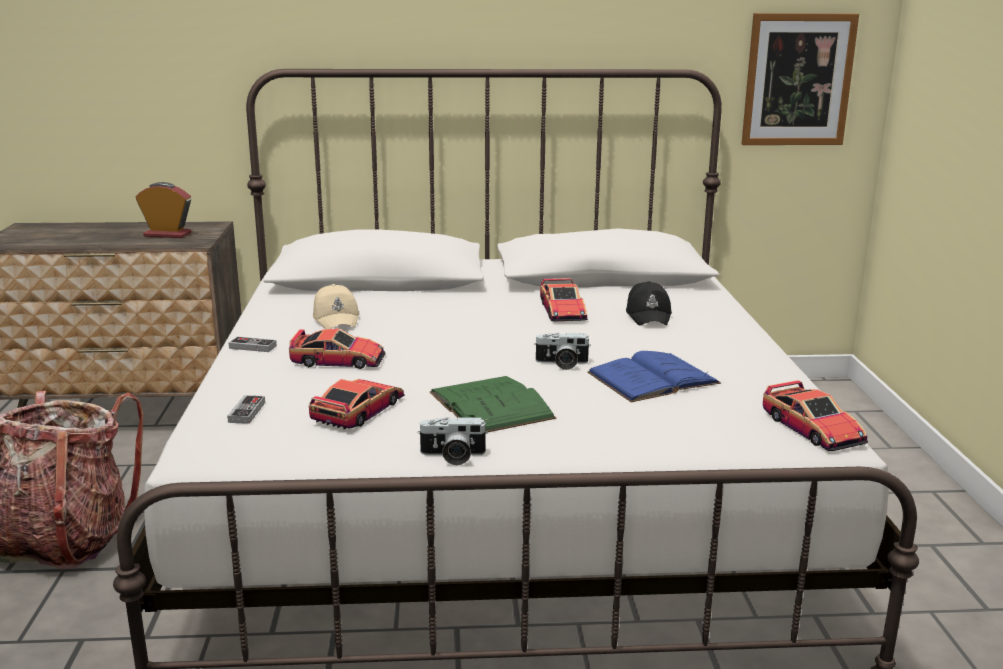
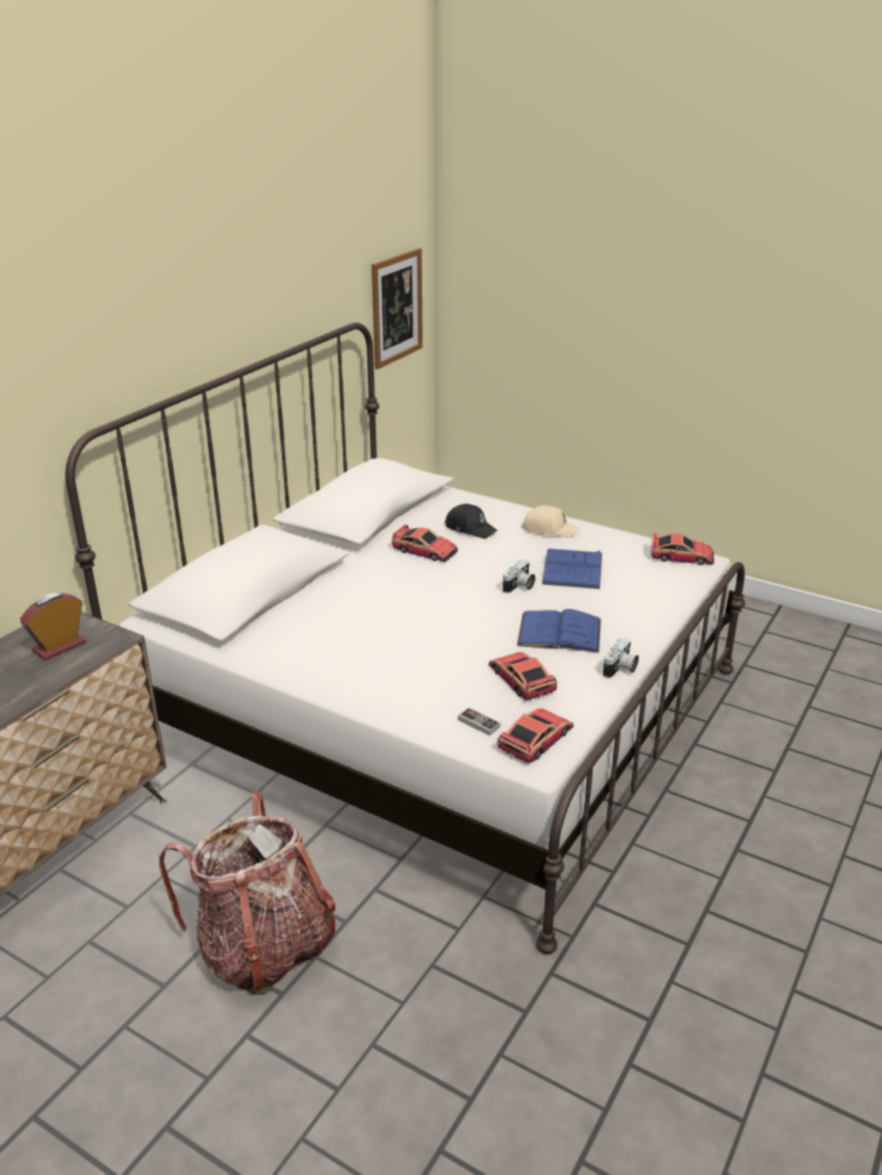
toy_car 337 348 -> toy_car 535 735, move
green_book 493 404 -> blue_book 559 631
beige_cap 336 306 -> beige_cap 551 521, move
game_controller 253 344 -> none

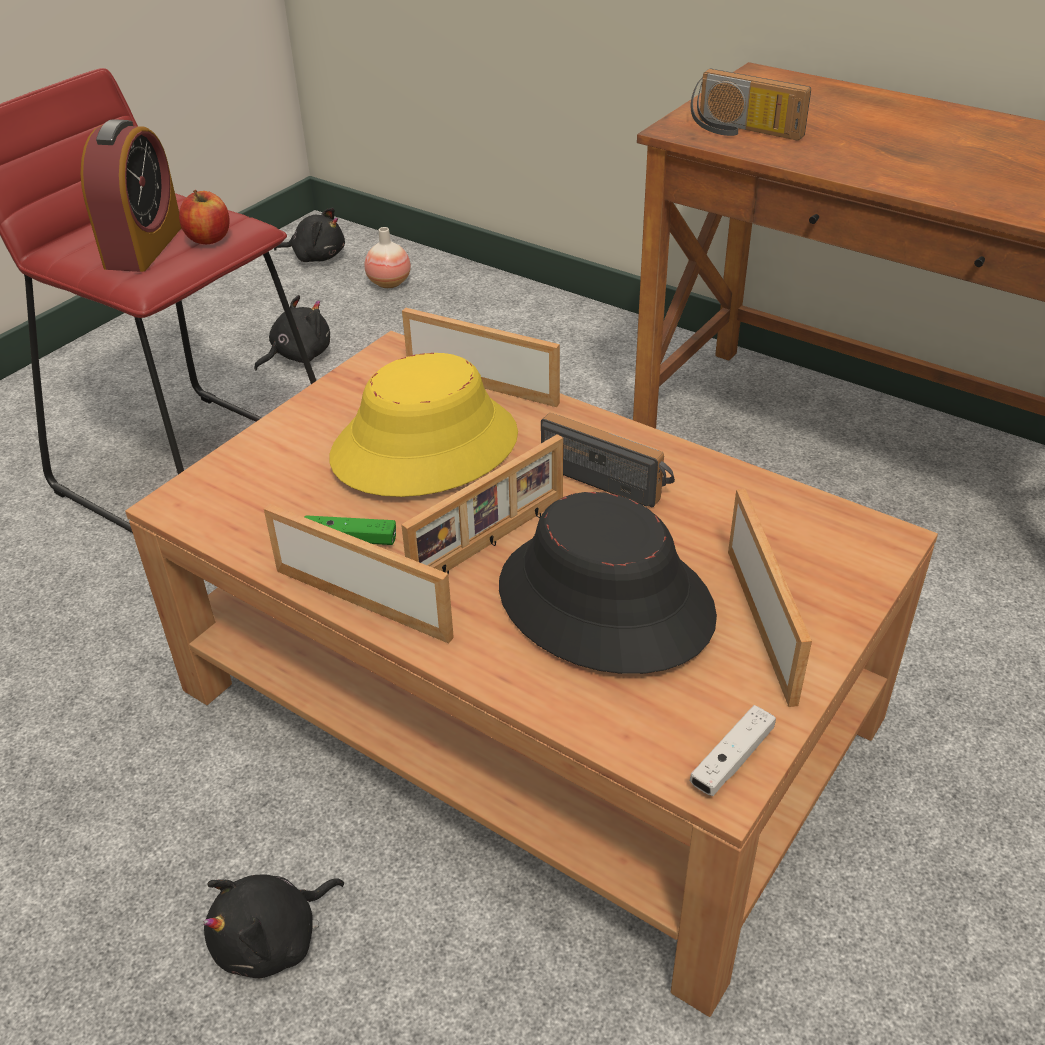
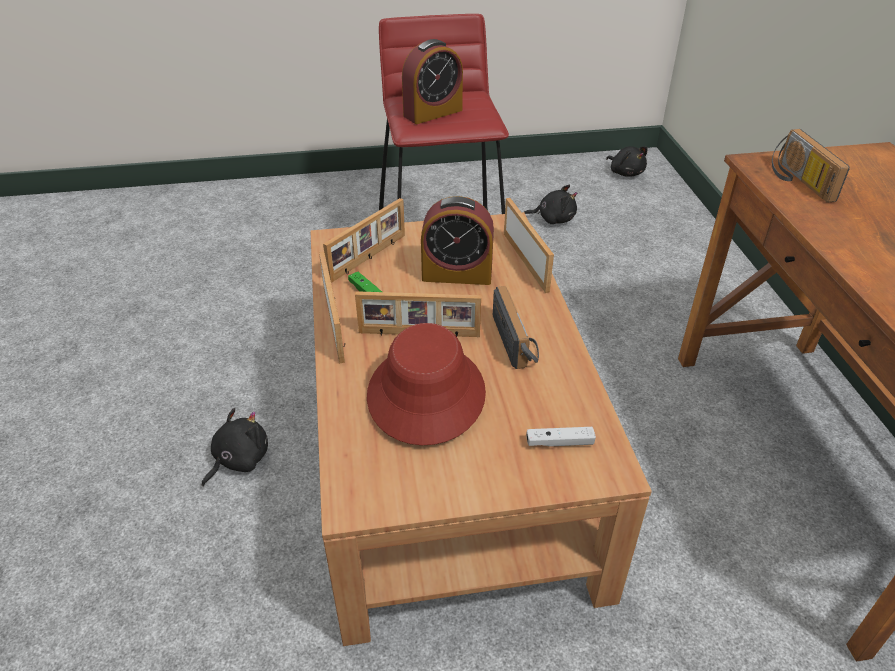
black_plush_toy 273 926 -> black_plush_toy 234 447, 120 degrees clockwise
picture_frame 770 597 -> picture_frame 364 240, move
black_hat 608 583 -> red_hat 426 384
yellow_hat 423 425 -> alarm_clock 457 240
white_game_controller 733 750 -> white_game_controller 561 436, move
apple 204 217 -> none
vase 387 257 -> none

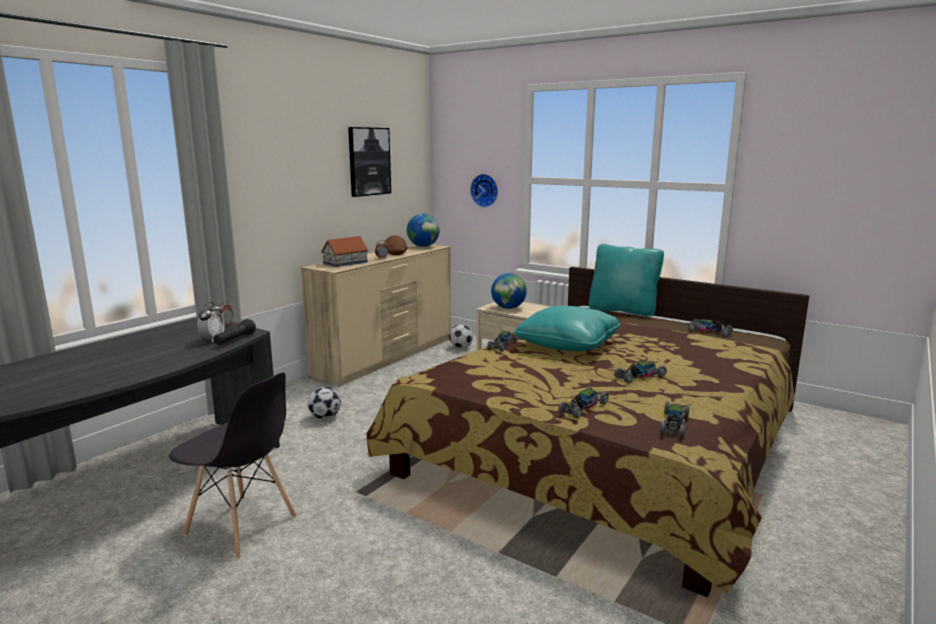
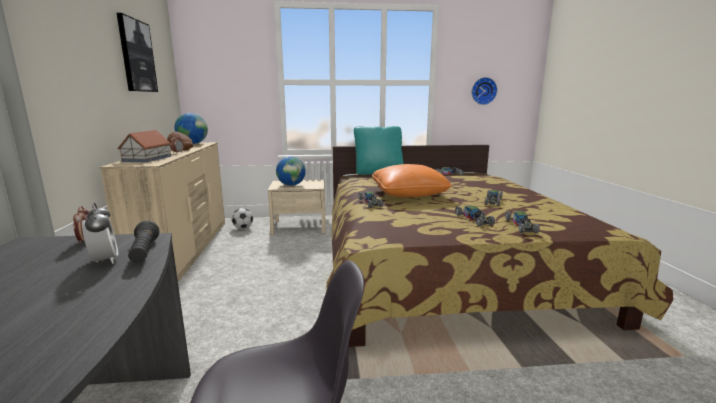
turquoise_pillow 567 328 -> orange_pillow 412 180
toy_car 675 419 -> toy_car 475 215, move
wall_clock 484 190 -> wall_clock 484 91, move
football 324 403 -> none

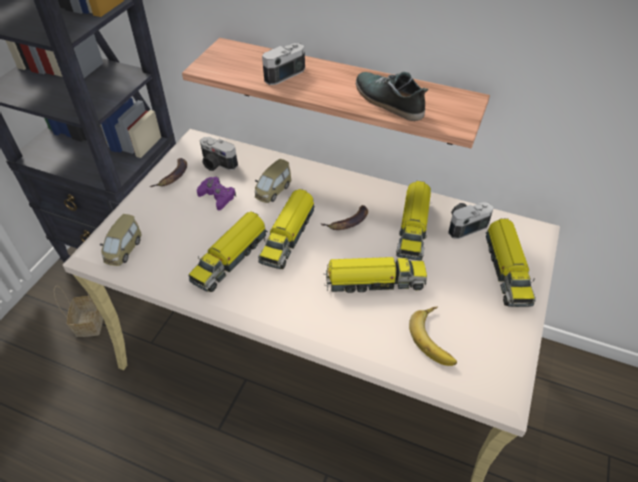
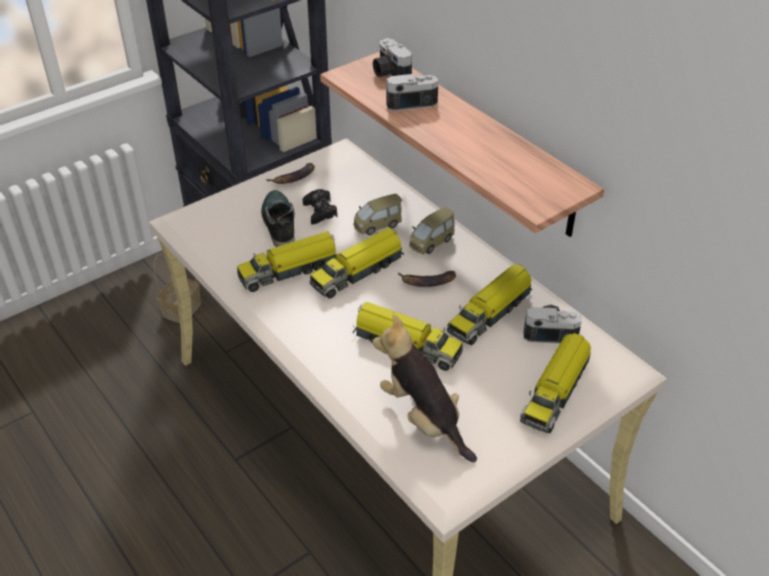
shoe 392 96 -> shoe 278 218, move
purple_game_controller 216 194 -> black_game_controller 320 206
photo_camera 219 154 -> photo_camera 392 57, move
banana 433 336 -> plush_toy 424 388
toy_car 121 240 -> toy_car 432 230, move

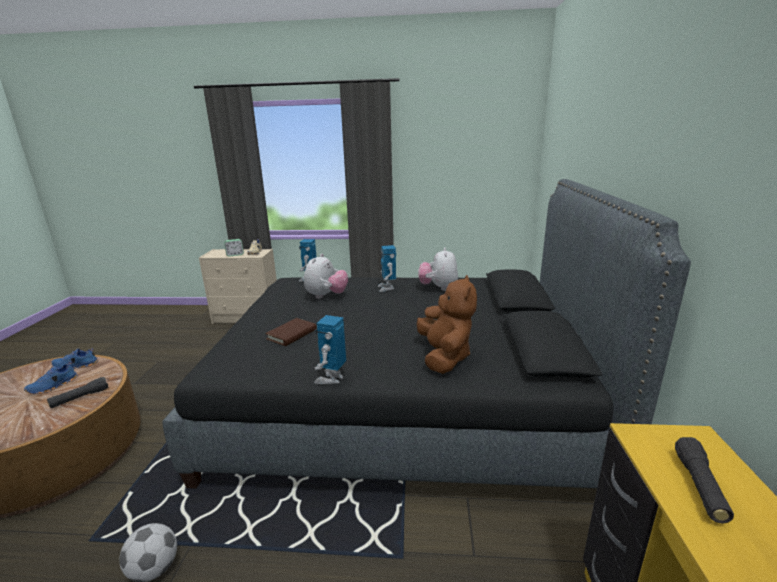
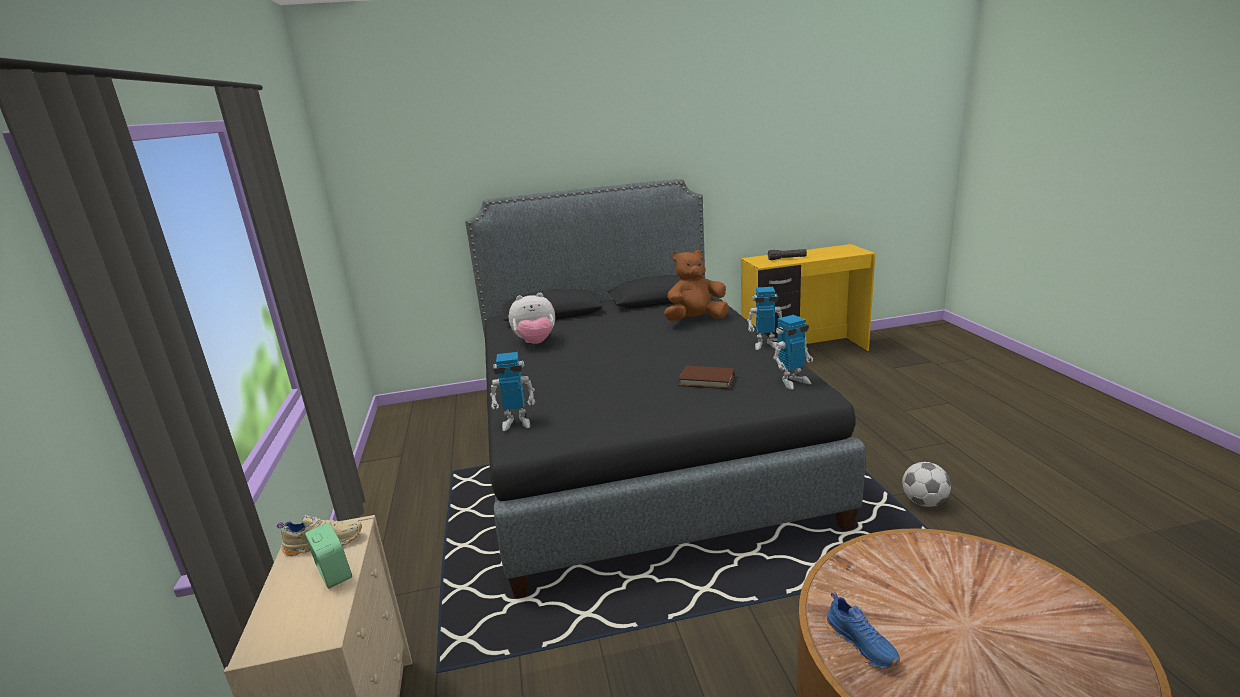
toy_robot 386 268 -> toy_robot 793 352, move
blue_shoe 51 377 -> none
black_flashlight 78 392 -> none
plush_toy 326 276 -> none

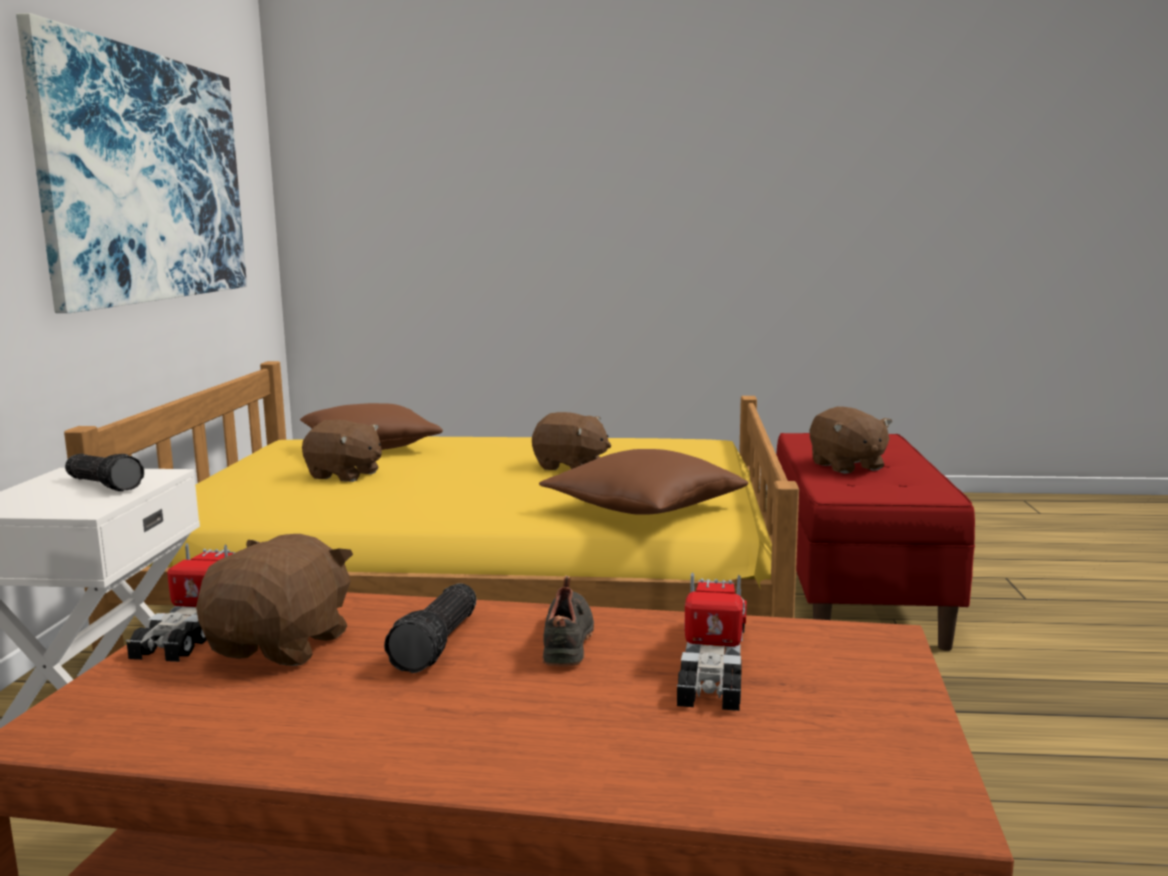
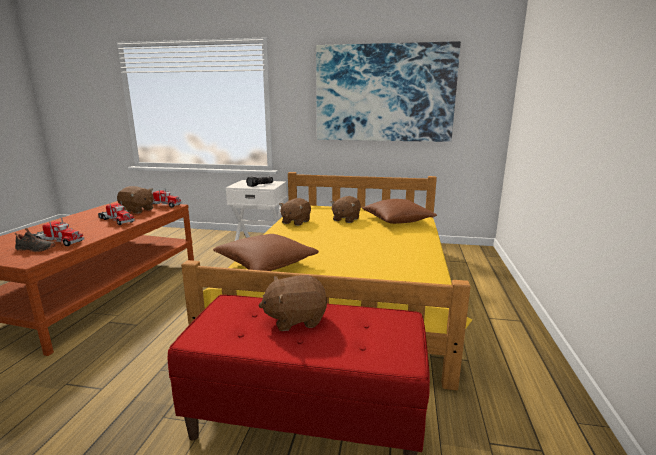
black_shoe 568 620 -> black_shoe 35 240, move
flashlight 430 628 -> toy_truck 116 213
brown_plush_toy 571 441 -> brown_plush_toy 295 212, move

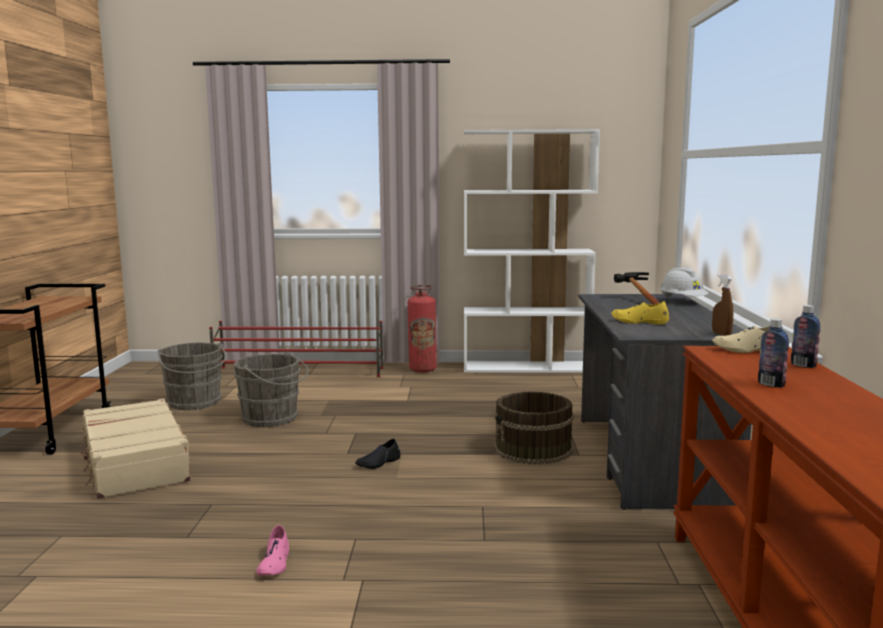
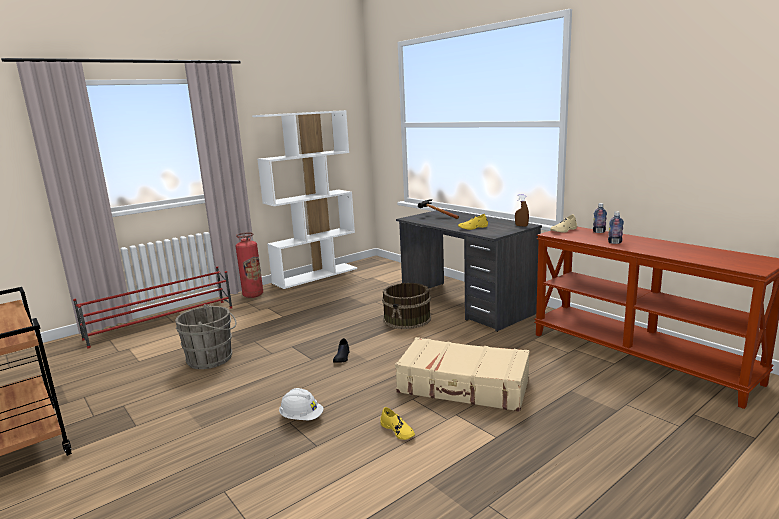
white_hard_hat 684 282 -> white_hard_hat 301 404, move
pink_shoe 273 550 -> yellow_shoe 397 423
beige_suitcase 135 449 -> beige_suitcase 462 374, move
grey_bucket 191 376 -> none

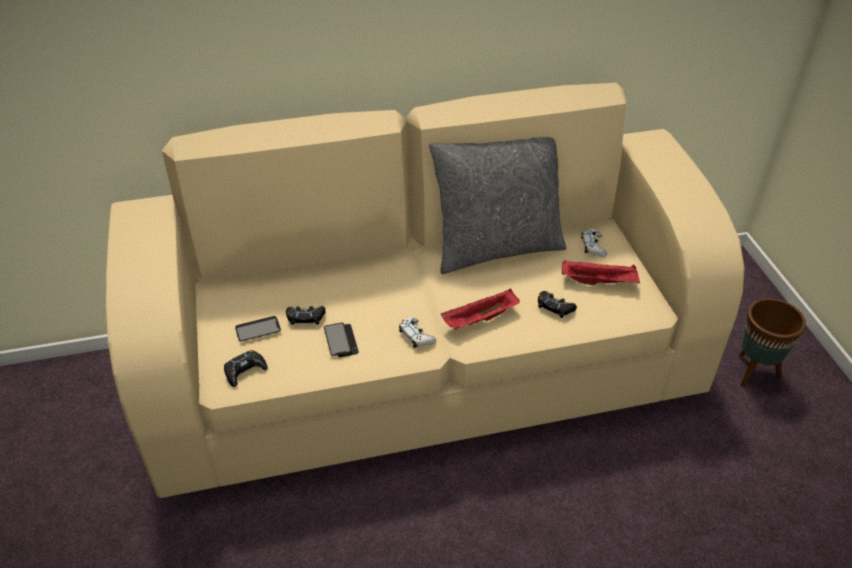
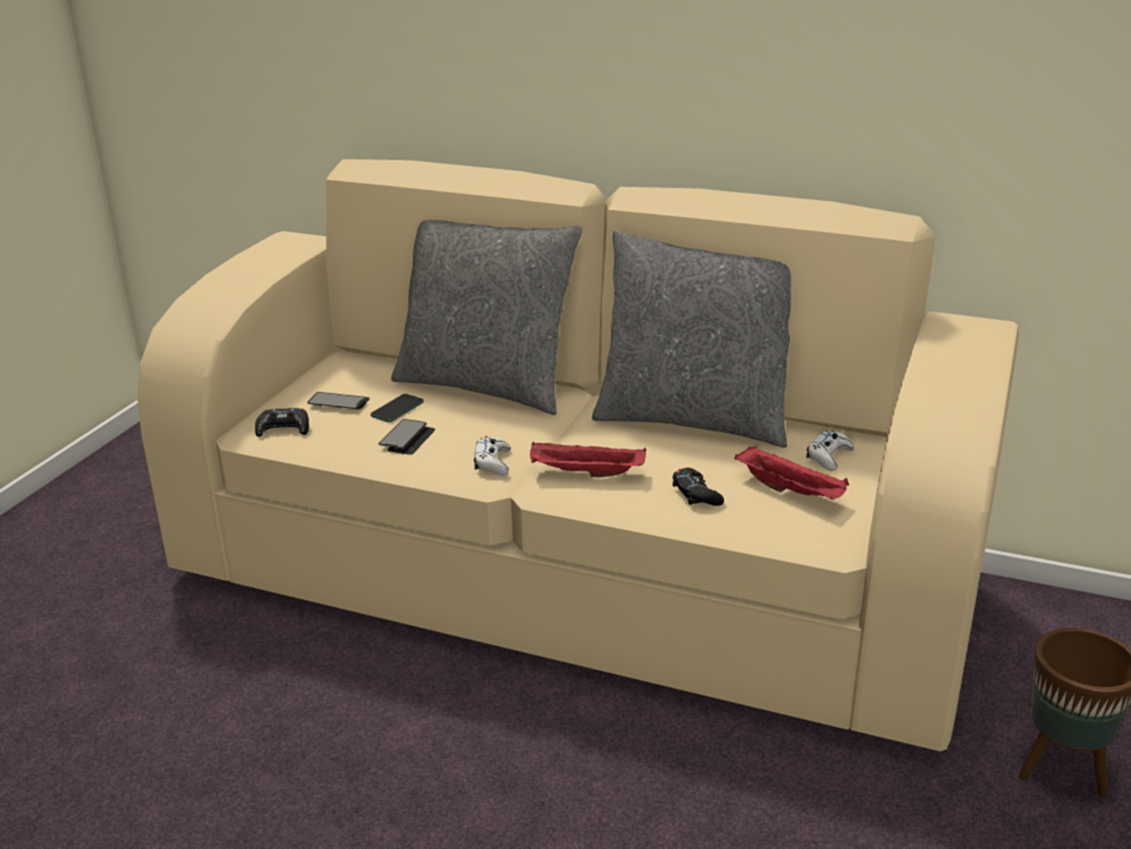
black_game_controller 306 315 -> phone 397 408
none -> grey_pillow 487 317

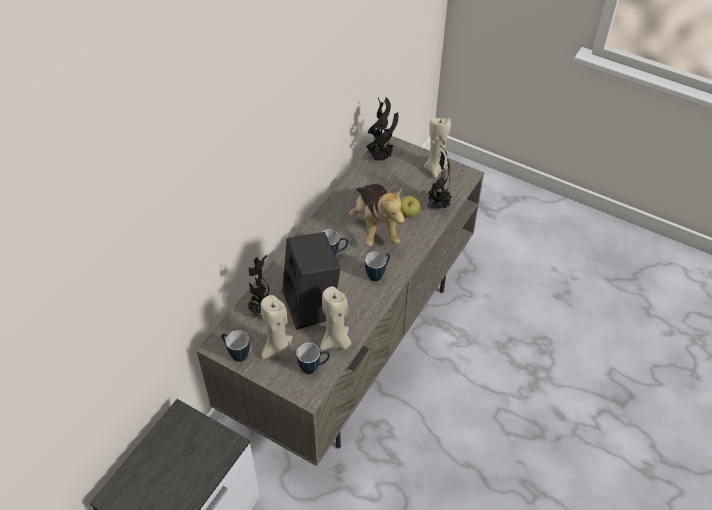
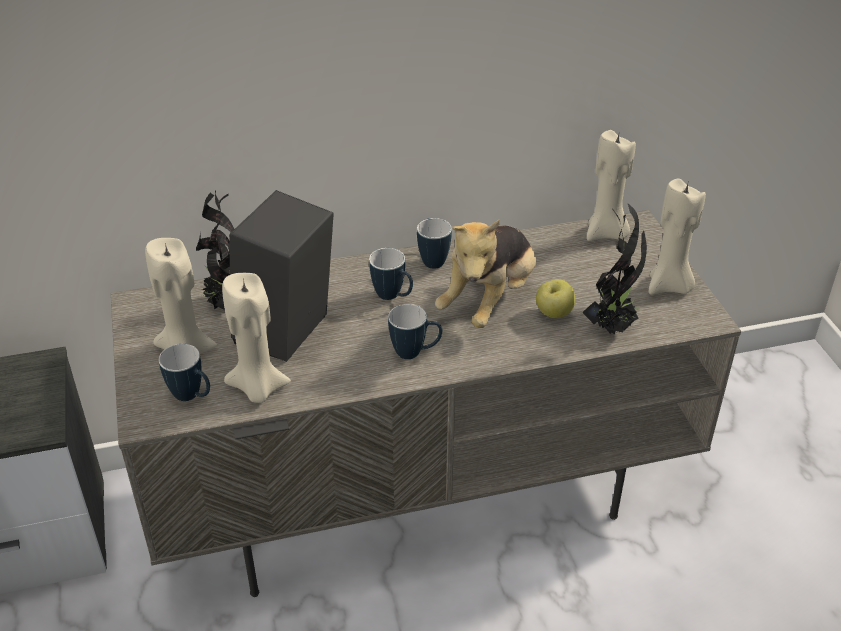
mug 236 346 -> mug 434 243, move
potted_plant 382 129 -> beige_candle 611 185

